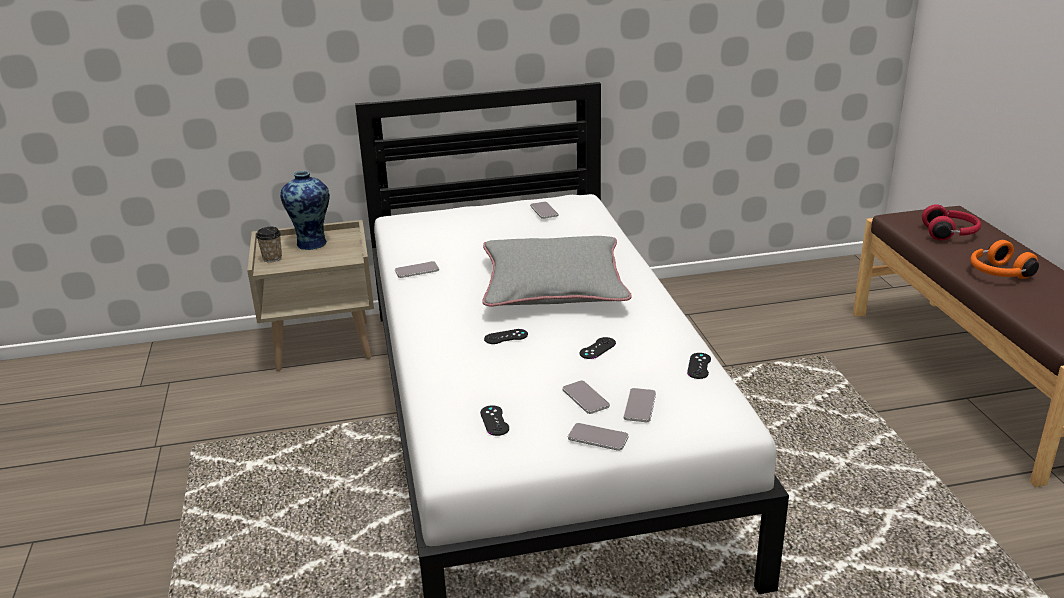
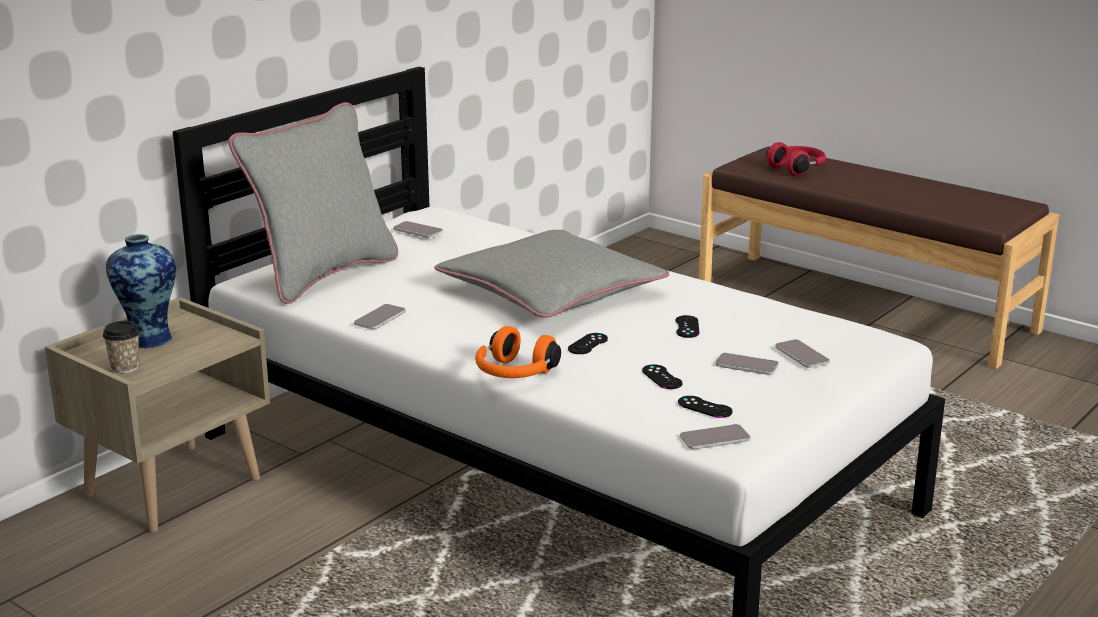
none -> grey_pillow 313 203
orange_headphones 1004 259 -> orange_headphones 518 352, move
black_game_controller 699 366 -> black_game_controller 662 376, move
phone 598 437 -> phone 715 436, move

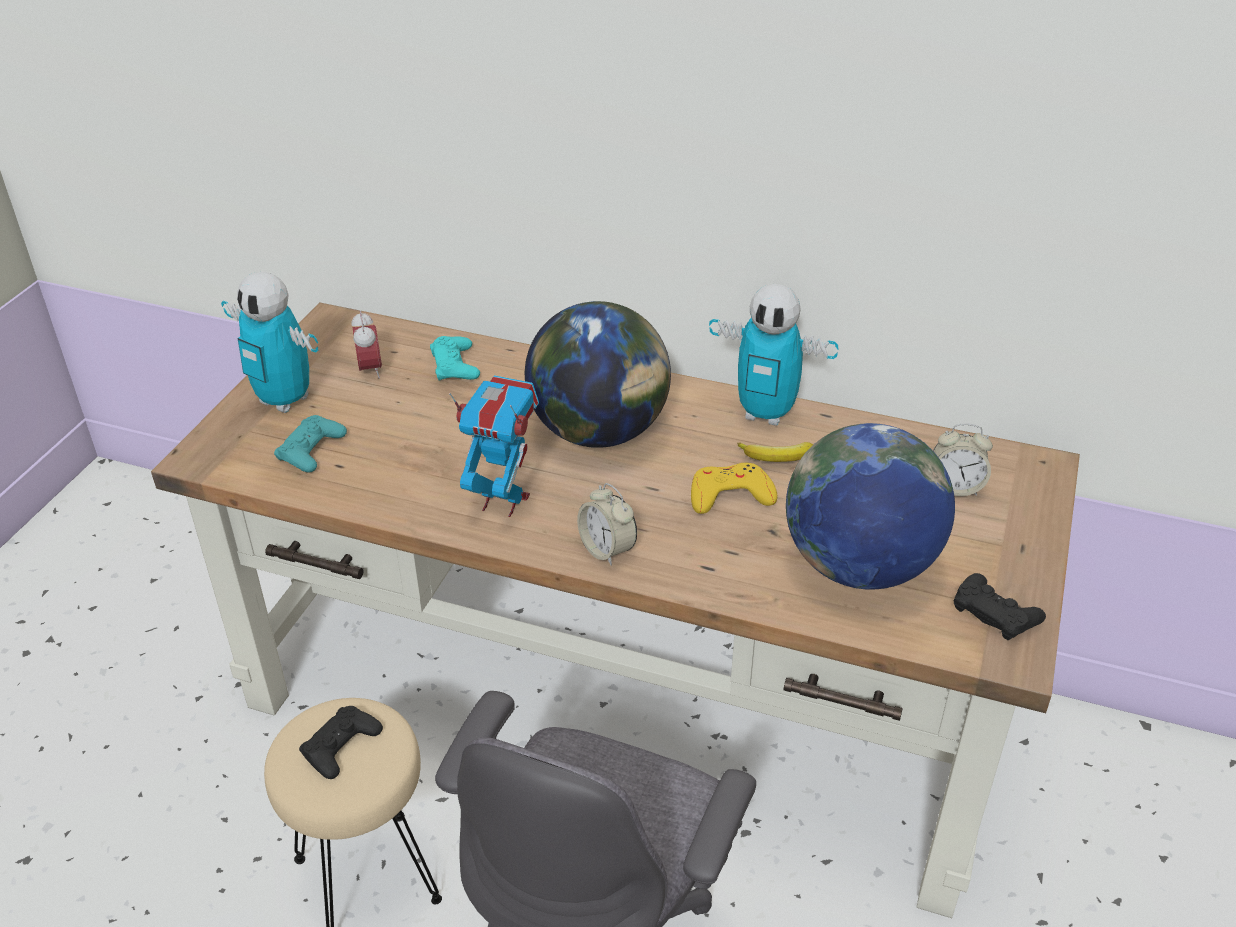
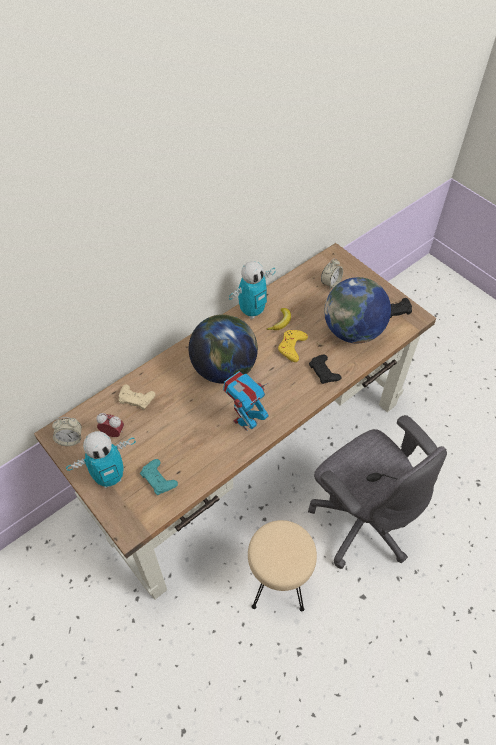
alarm_clock 607 524 -> alarm_clock 67 431, move
turquoise_game_controller 455 358 -> beige_game_controller 136 397
black_game_controller 341 742 -> black_game_controller 325 369, move

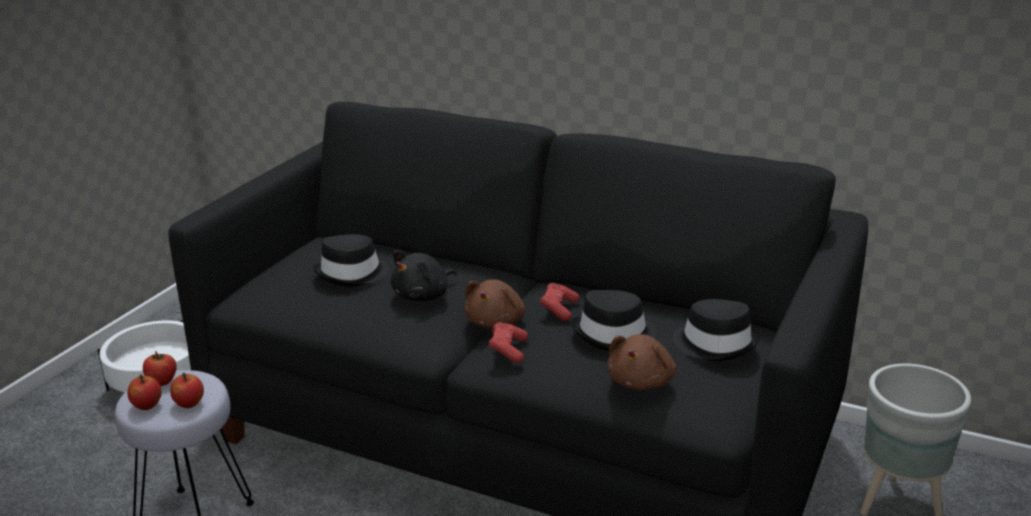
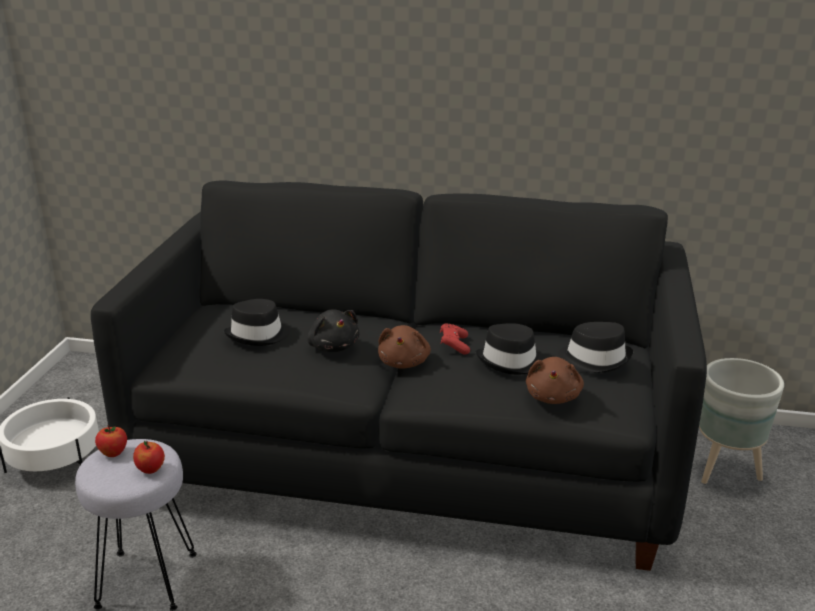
black_plush_toy 424 275 -> black_plush_toy 333 330, 60 degrees counterclockwise
apple 145 392 -> none
red_game_controller 508 342 -> none

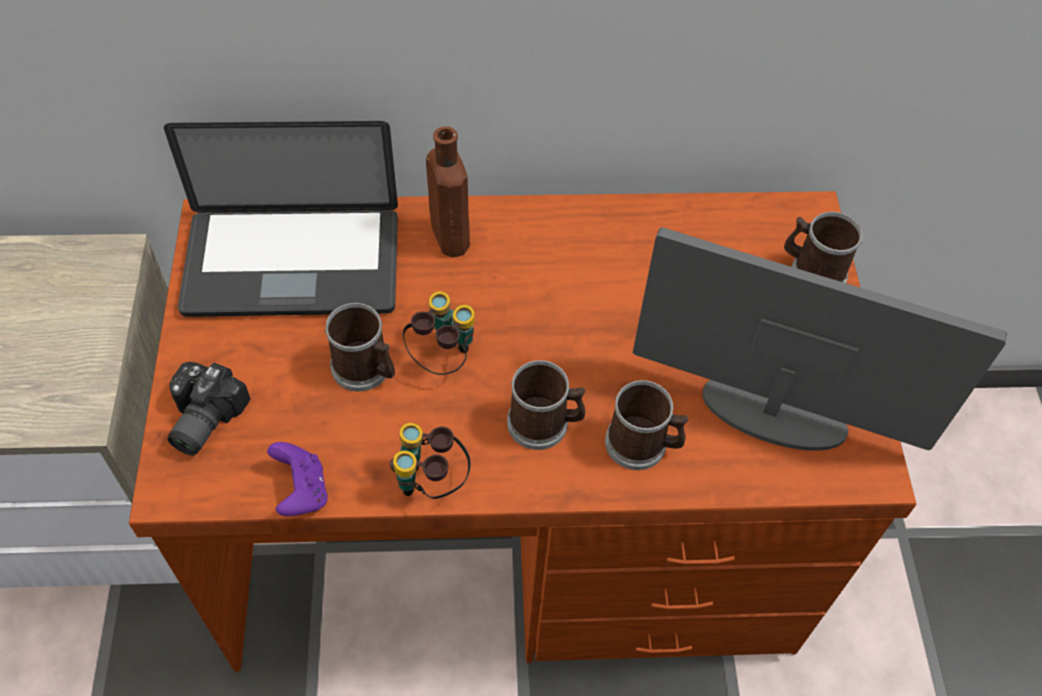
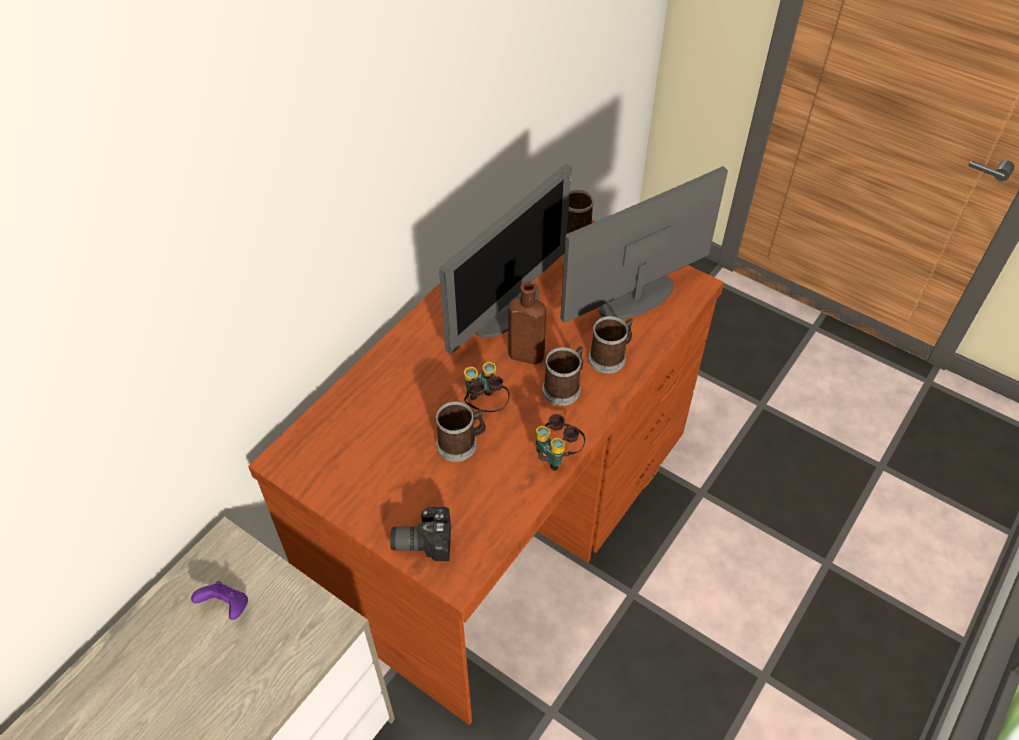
purple_game_controller 297 479 -> purple_game_controller 219 600, move
photo_camera 209 409 -> photo_camera 420 534, 120 degrees clockwise
none -> monitor 505 259
brown_bottle 448 192 -> brown_bottle 527 323, move
laptop 281 219 -> none

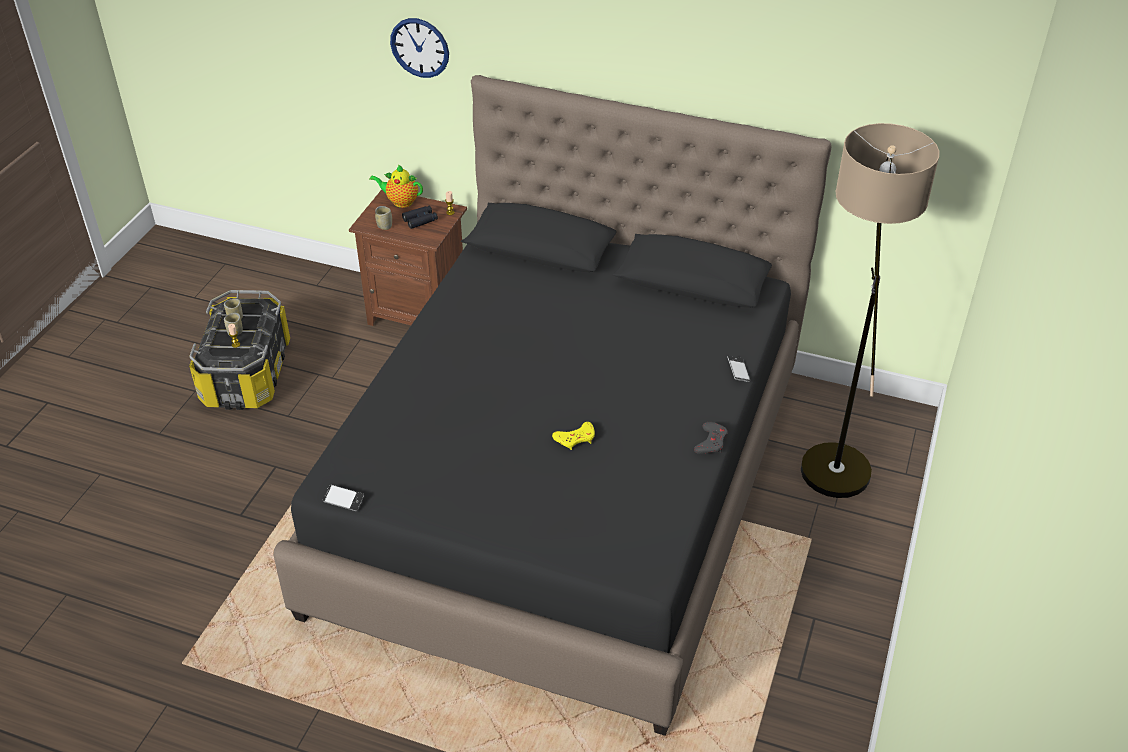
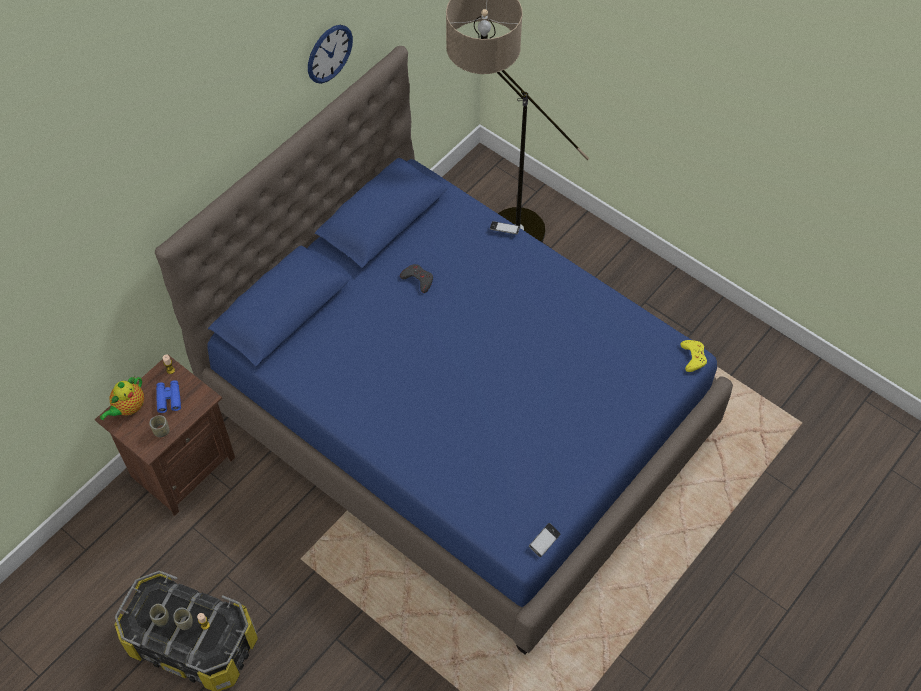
black_bed 552 405 -> blue_bed 444 350
black_binoculars 420 217 -> blue_binoculars 168 396
wall_clock 419 48 -> wall_clock 330 54, move
grey_game_controller 711 438 -> grey_game_controller 416 278, move
yellow_game_controller 573 436 -> yellow_game_controller 693 356, move

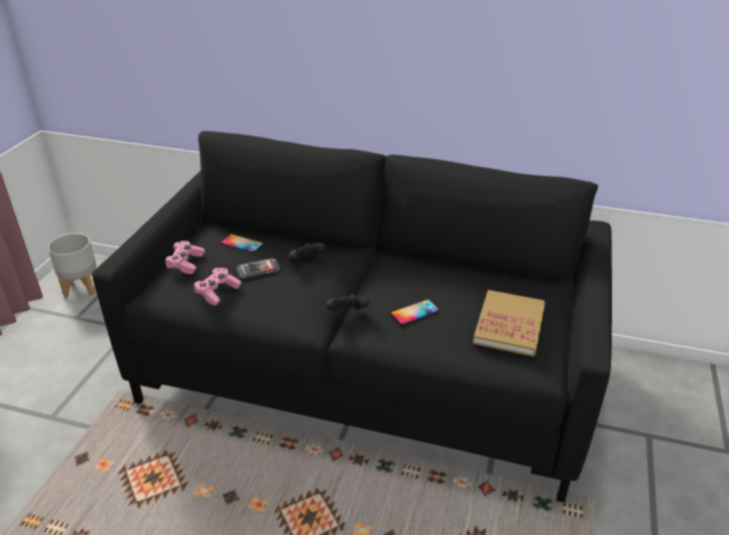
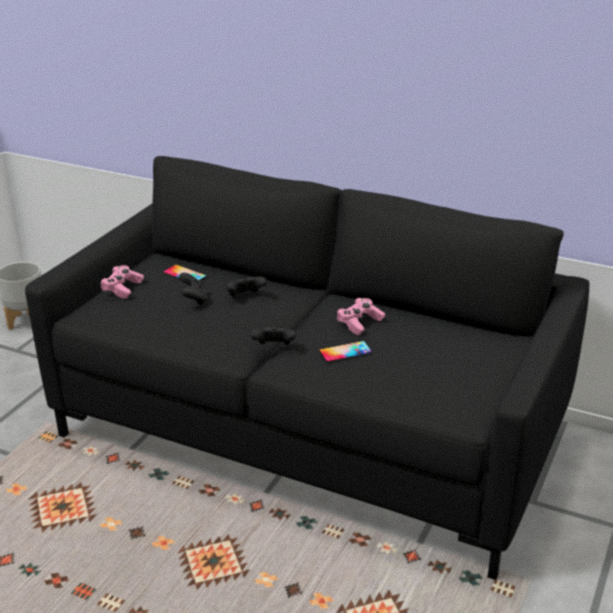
phone 258 268 -> black_game_controller 193 289
pink_game_controller 217 287 -> pink_game_controller 360 316, move
book 509 323 -> none

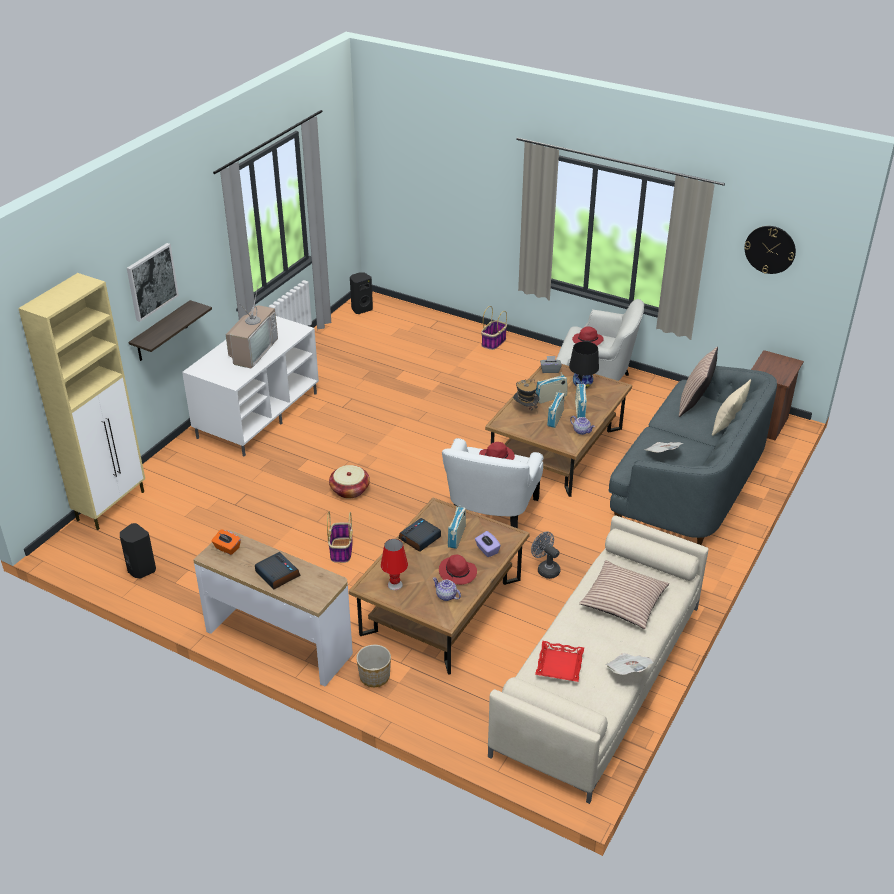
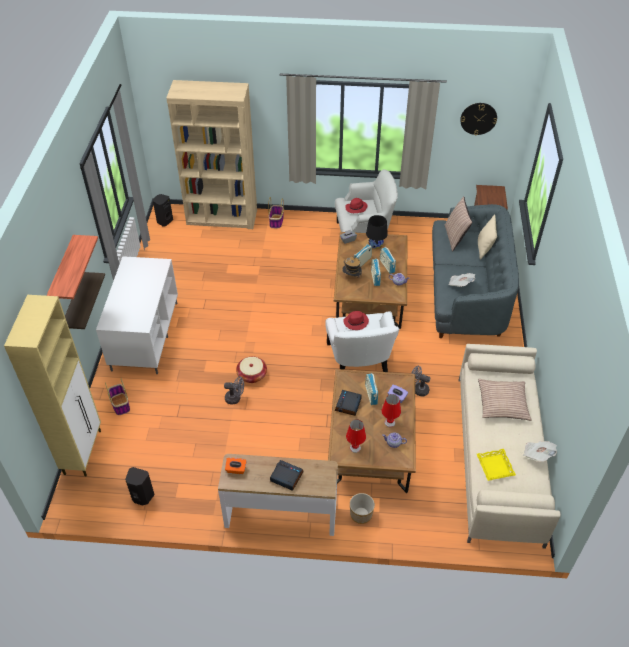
picture 153 282 -> shelf 72 267
basket 340 537 -> basket 117 396, move
none -> beige_bookcase 211 154
none -> grey_fan 234 390
red_hat 458 570 -> red_table_lamp 391 410
red_tray 559 661 -> yellow_tray 496 465
television 252 328 -> none

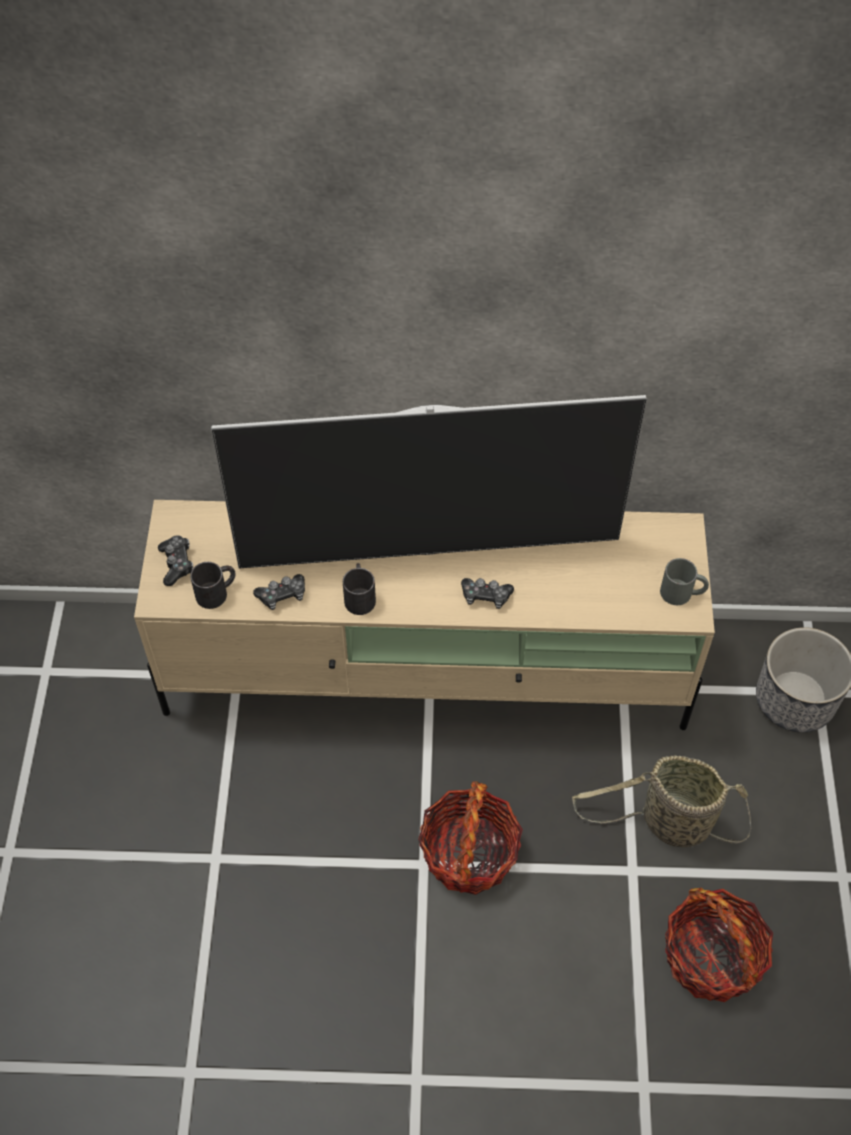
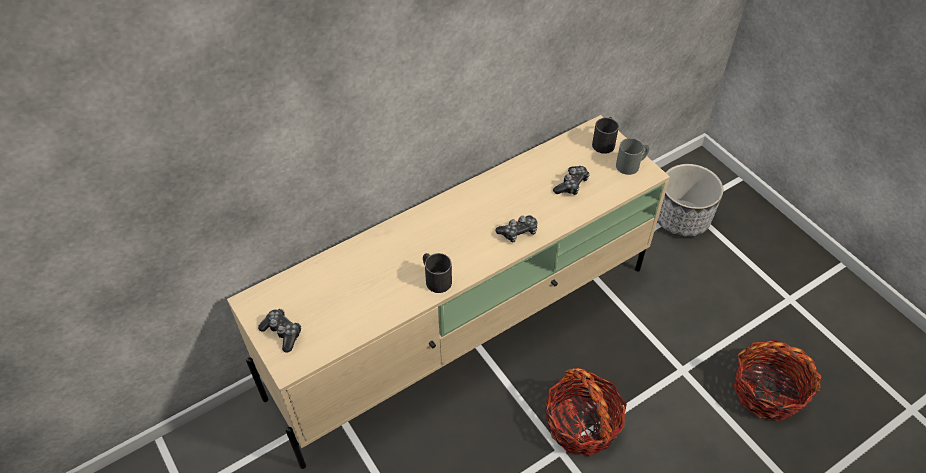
game_controller 279 592 -> game_controller 571 180, move
black_mug 213 585 -> black_mug 605 135, move
television 429 481 -> none
basket 661 801 -> none

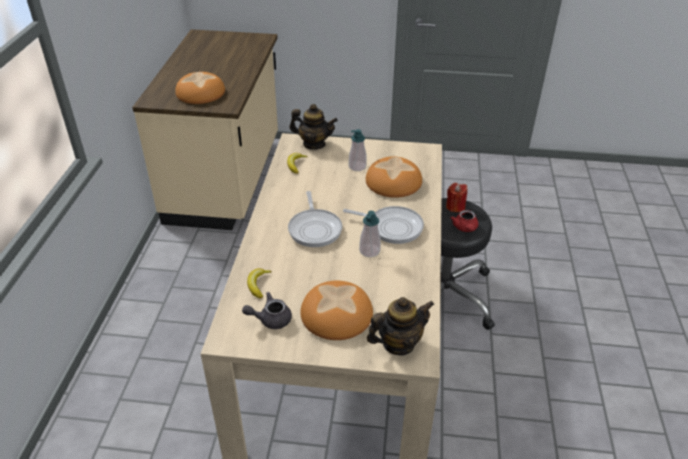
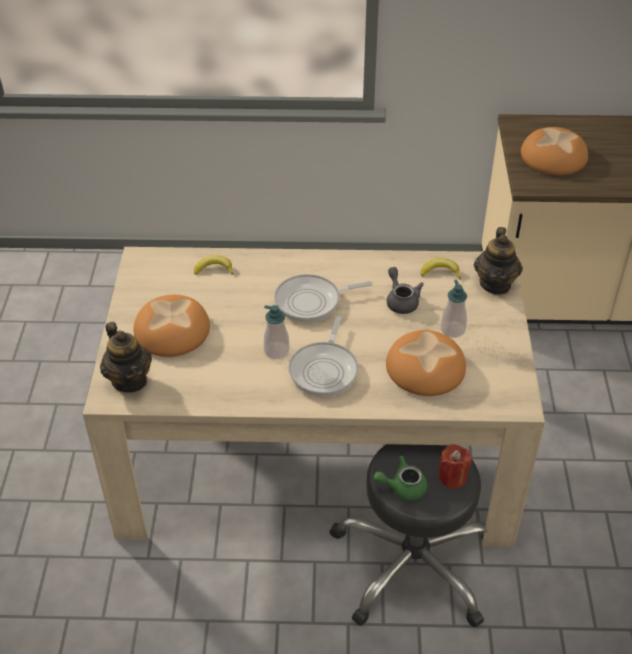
red_teapot 464 221 -> green_teapot 400 478
grey_teapot 267 310 -> grey_teapot 405 290, move

